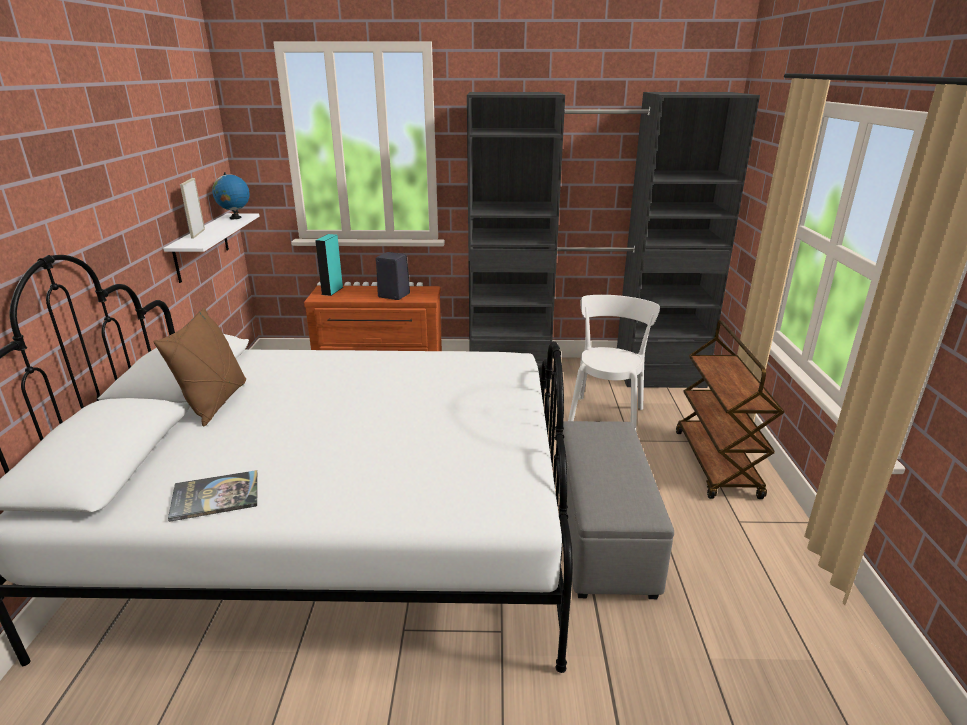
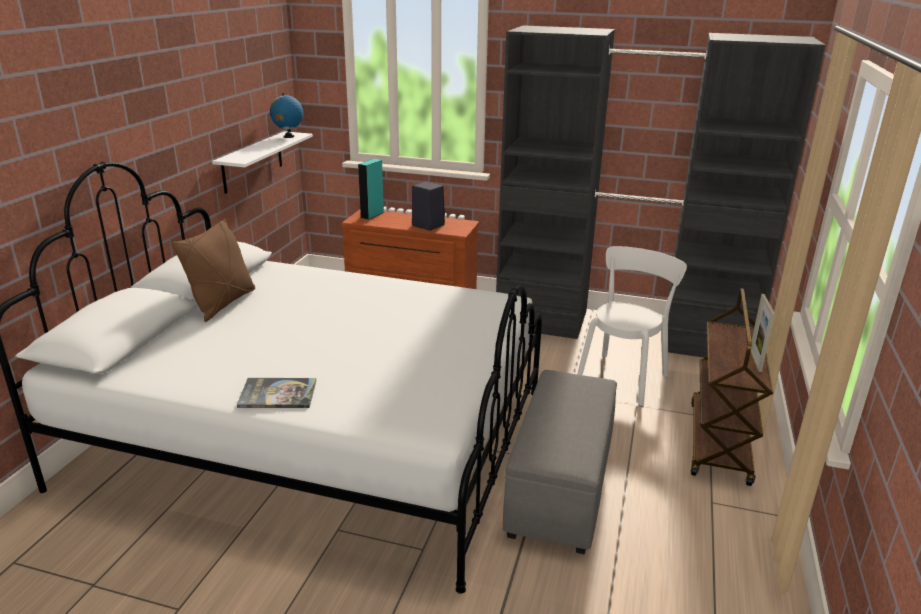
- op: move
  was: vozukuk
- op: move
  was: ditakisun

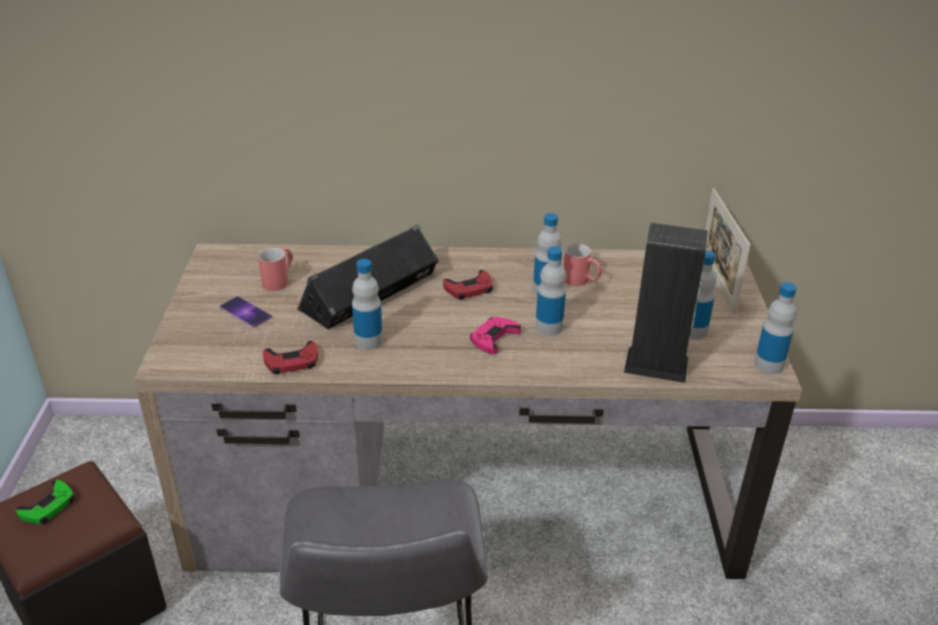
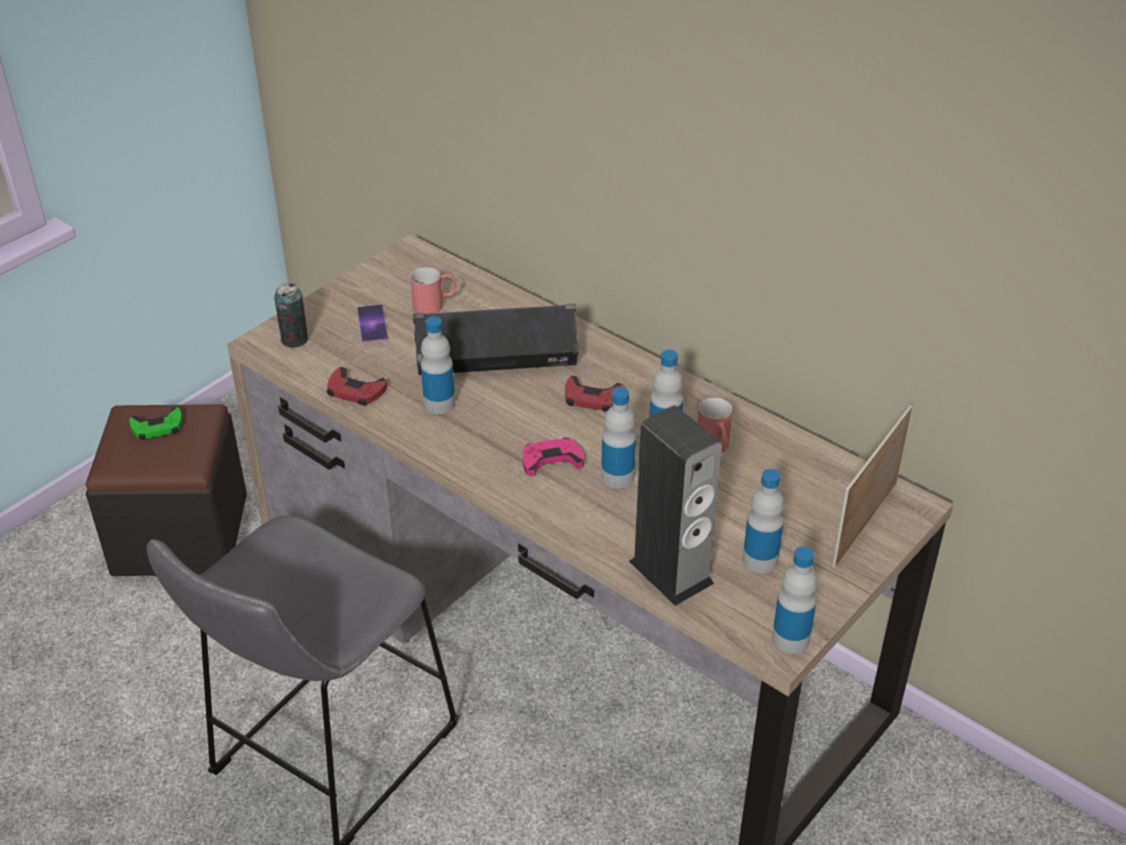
- op: insert
  now: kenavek

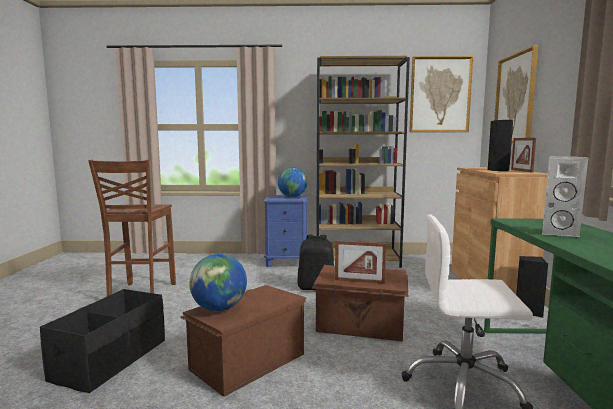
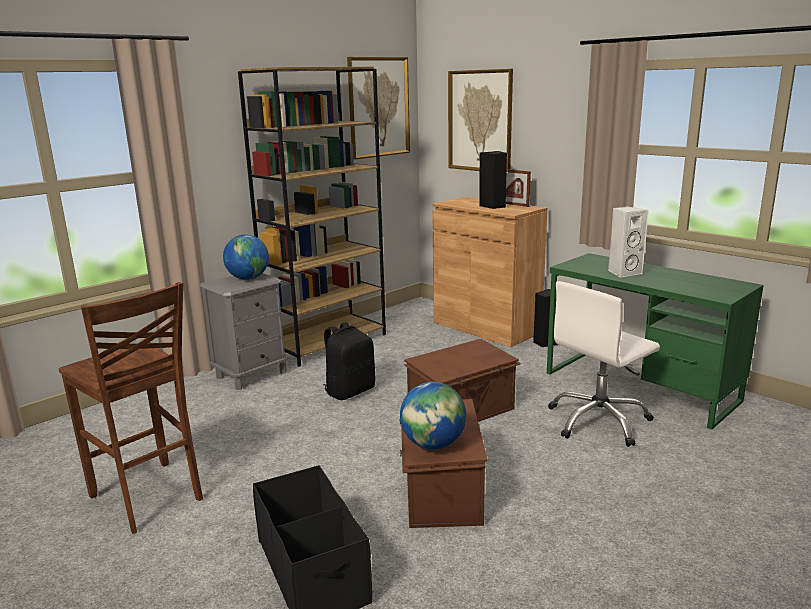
- op: recolor
  was: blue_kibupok
  now: grey_kibupok
- op: delete
  was: ditakisun (1st from left)

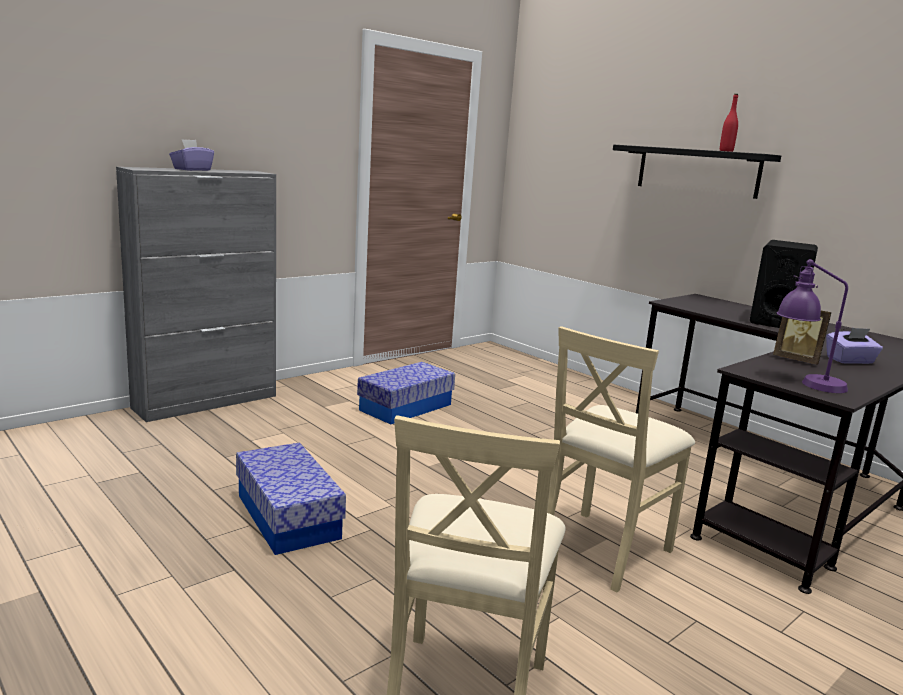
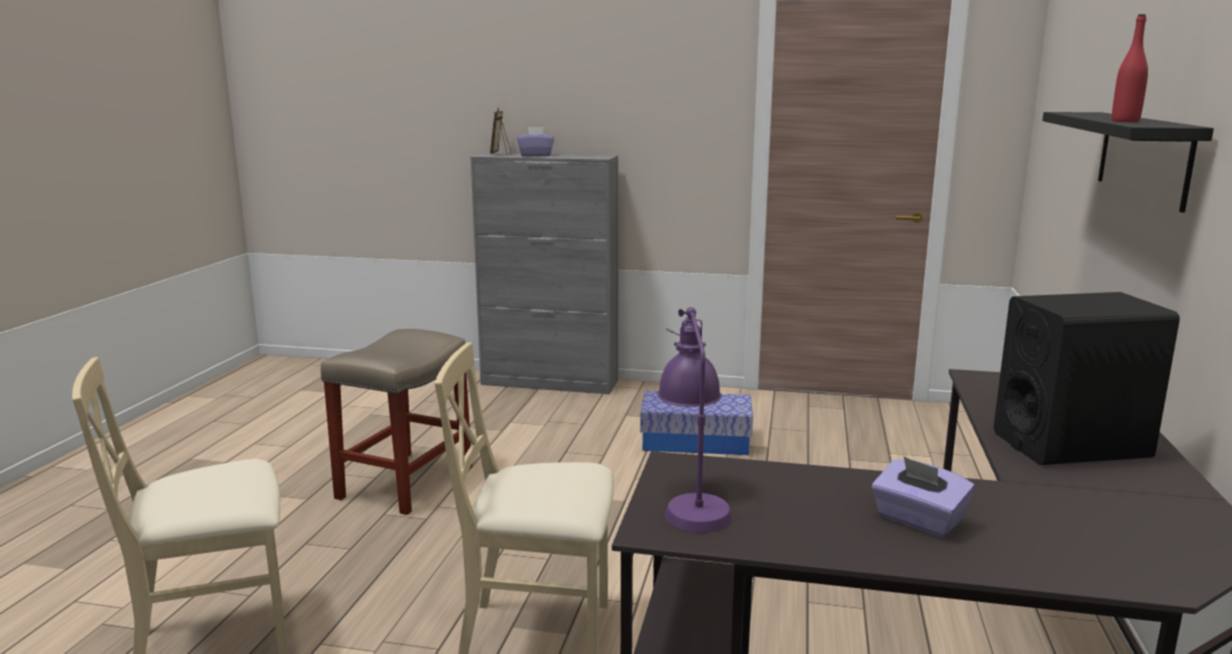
- op: replace
  was: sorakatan (1st from left)
  now: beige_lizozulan
- op: move
  was: ditakisun

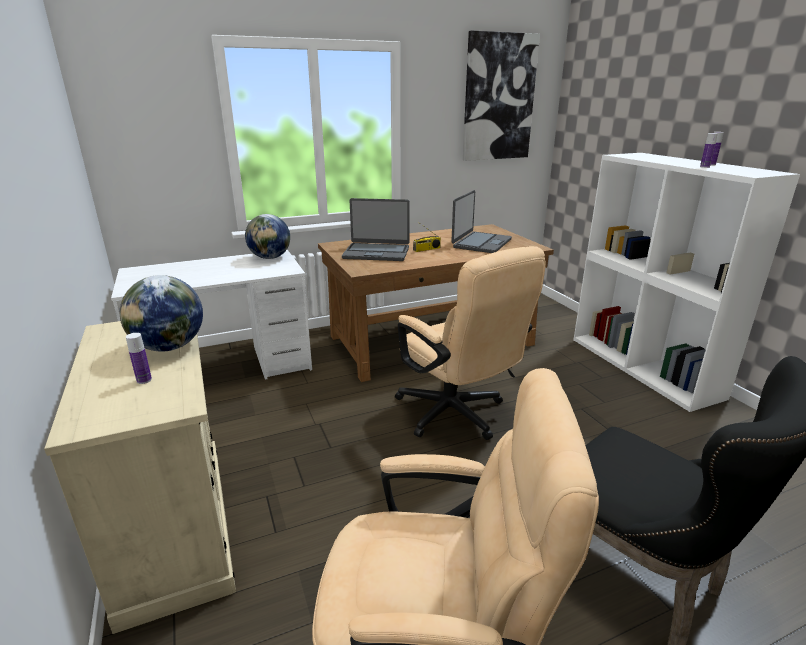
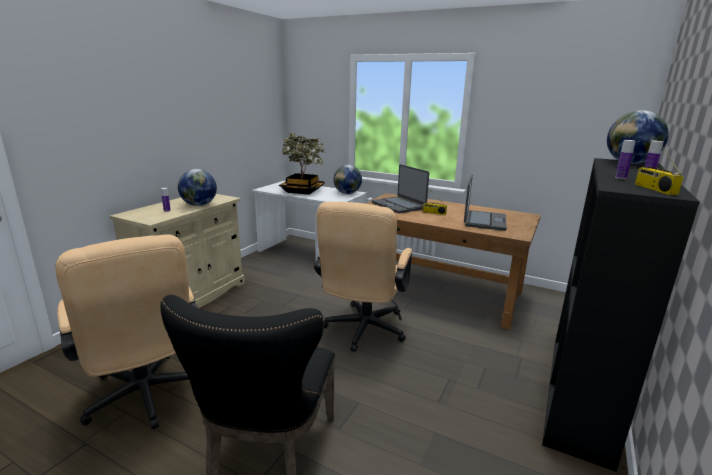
- op: rotate
  was: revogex (2nd from left)
  clockwise: -60
- op: delete
  was: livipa
- op: recolor
  was: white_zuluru
  now: black_zuluru
- op: insert
  now: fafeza
- op: insert
  now: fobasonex (3rd from left)
- op: insert
  now: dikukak (2nd from left)

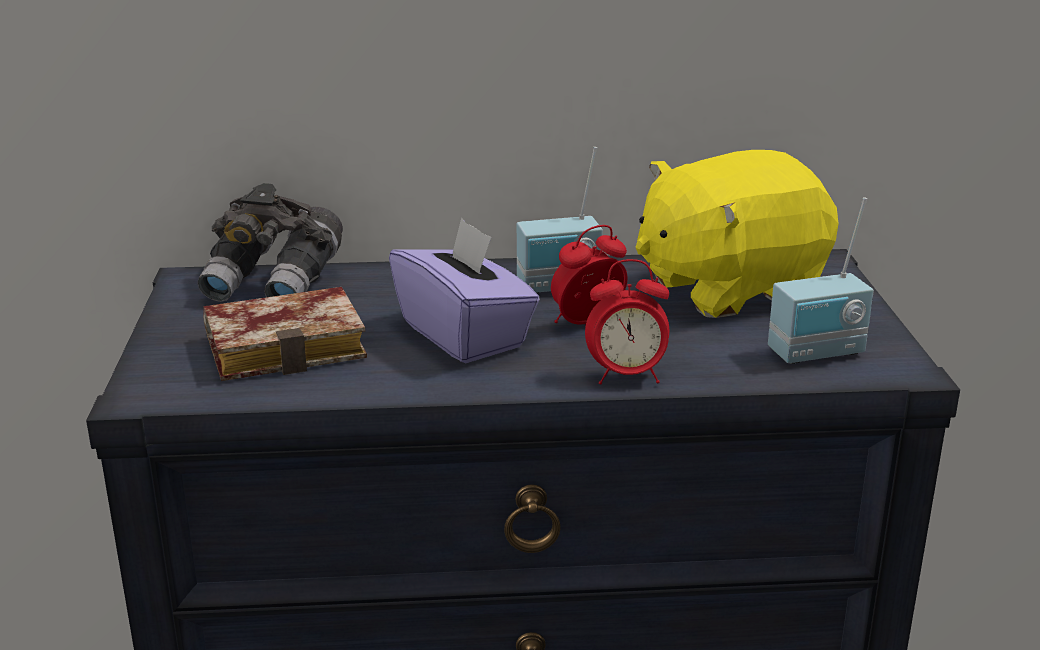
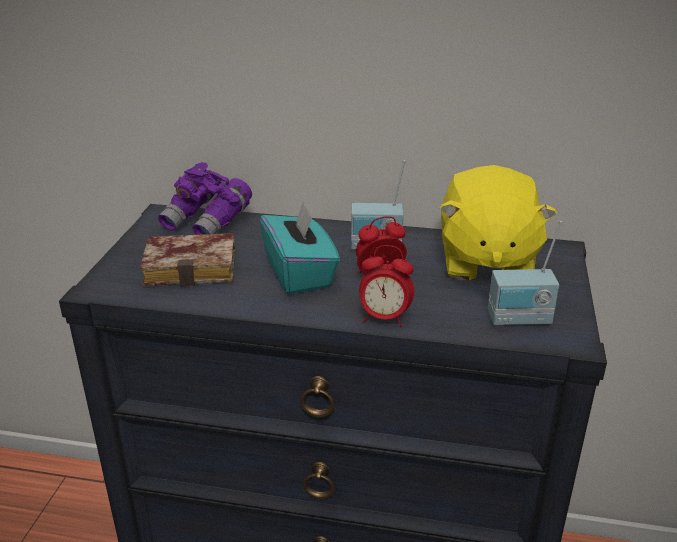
- op: recolor
  was: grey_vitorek
  now: purple_vitorek
- op: recolor
  was: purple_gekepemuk
  now: turquoise_gekepemuk
- op: rotate
  was: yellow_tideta
  clockwise: -75

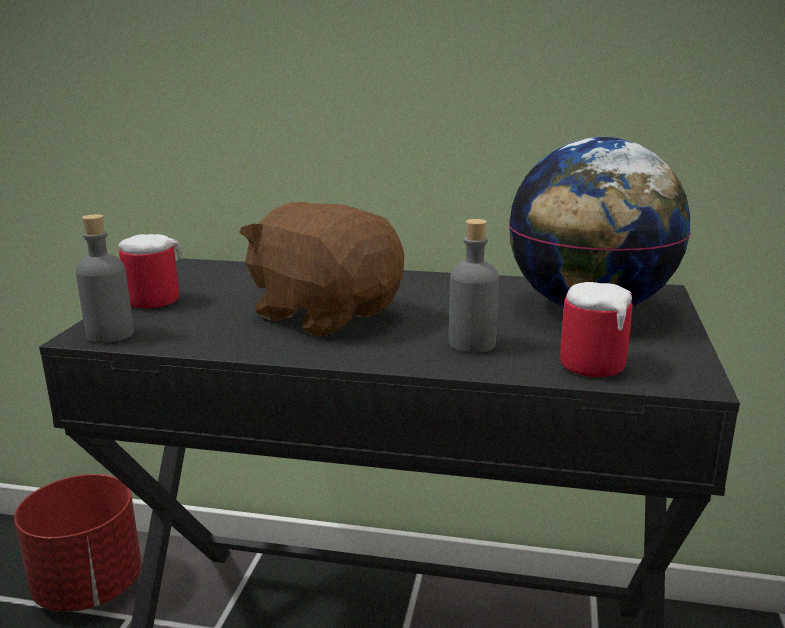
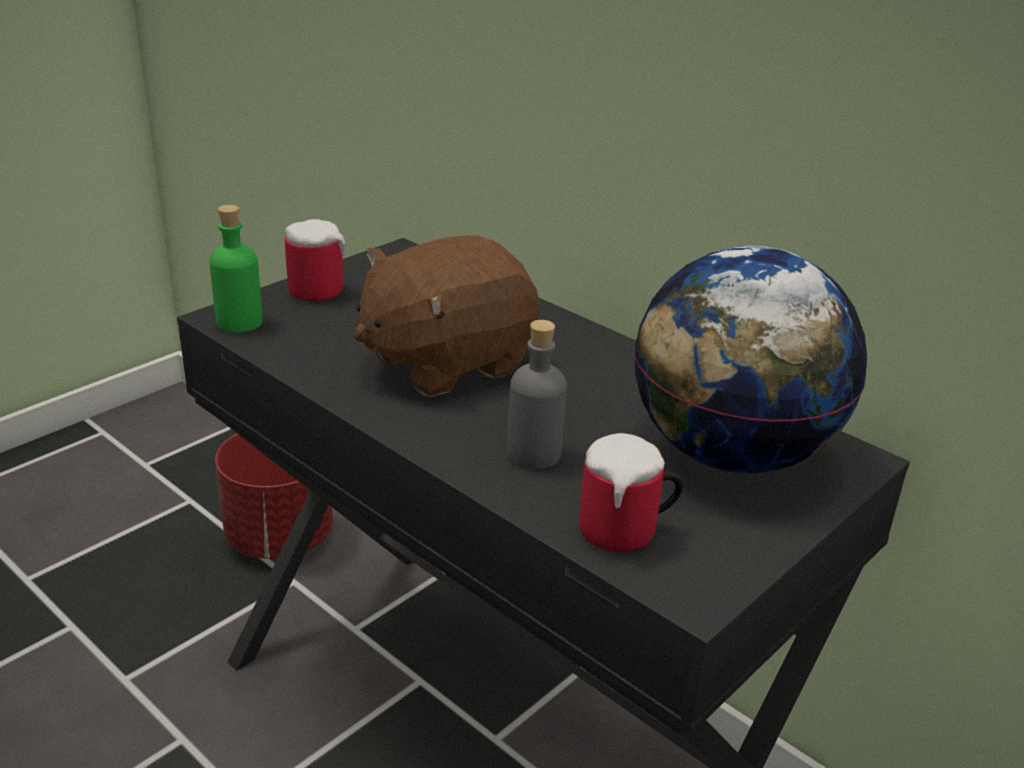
- op: recolor
  was: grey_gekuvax (1st from left)
  now: green_gekuvax
- op: rotate
  was: brown_tideta
  clockwise: -105

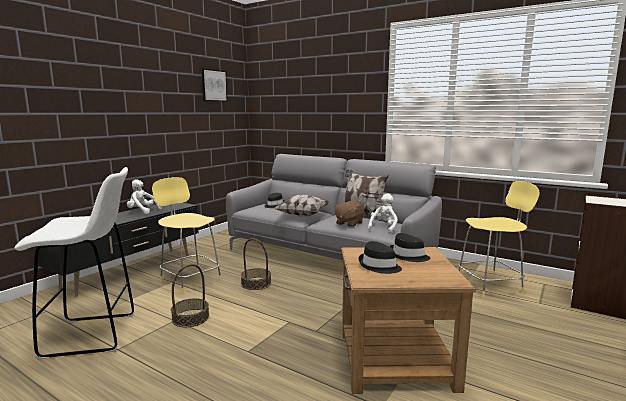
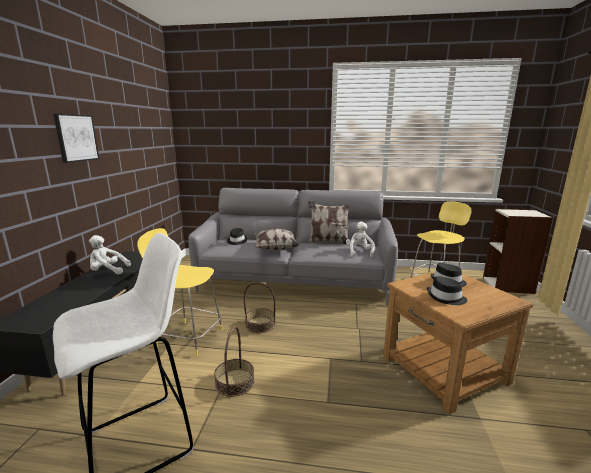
- op: move
  was: livipa
- op: delete
  was: brown_tideta

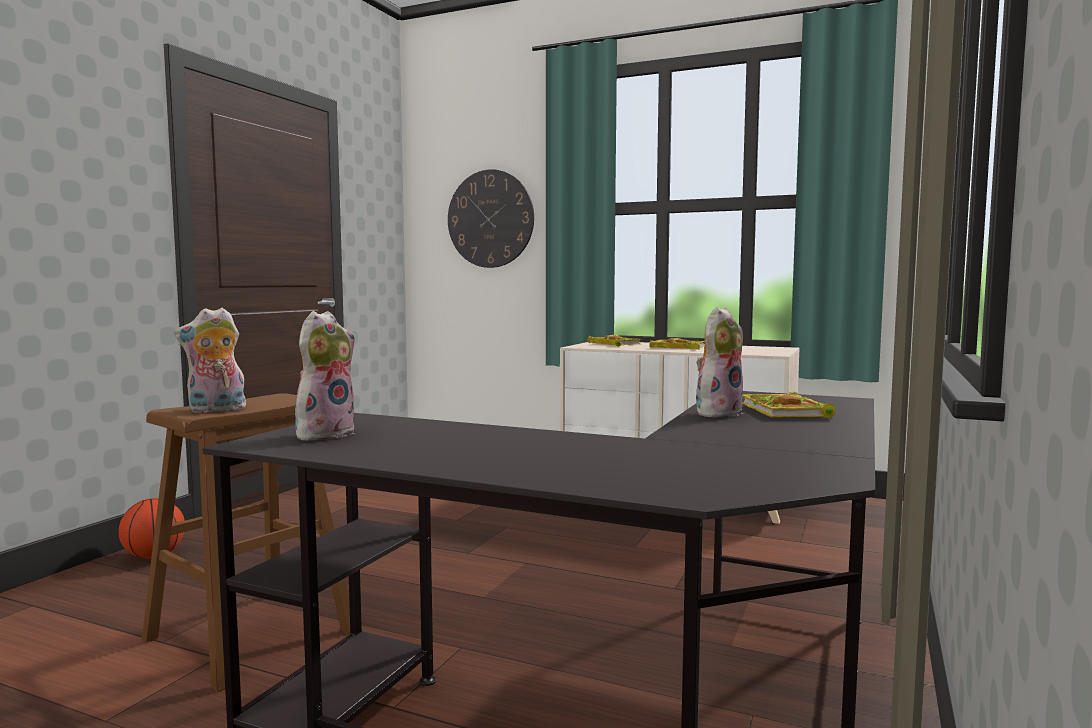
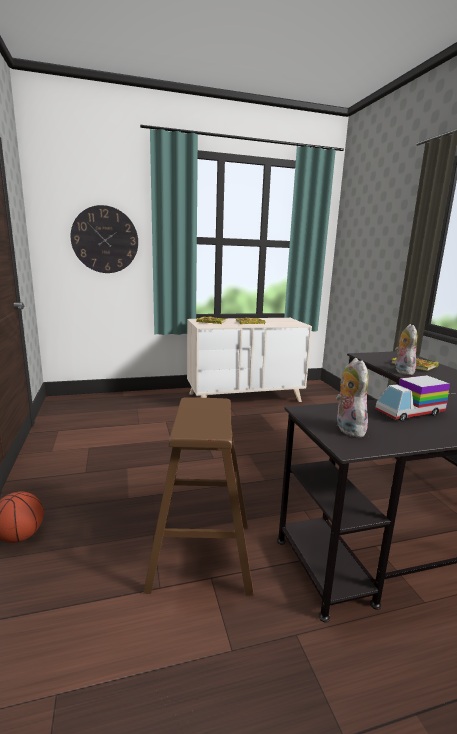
- op: delete
  was: tideta (1st from left)
- op: insert
  now: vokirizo

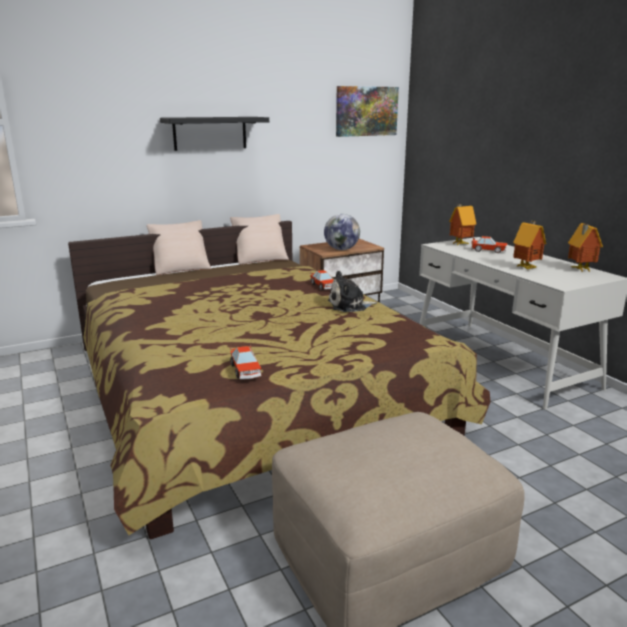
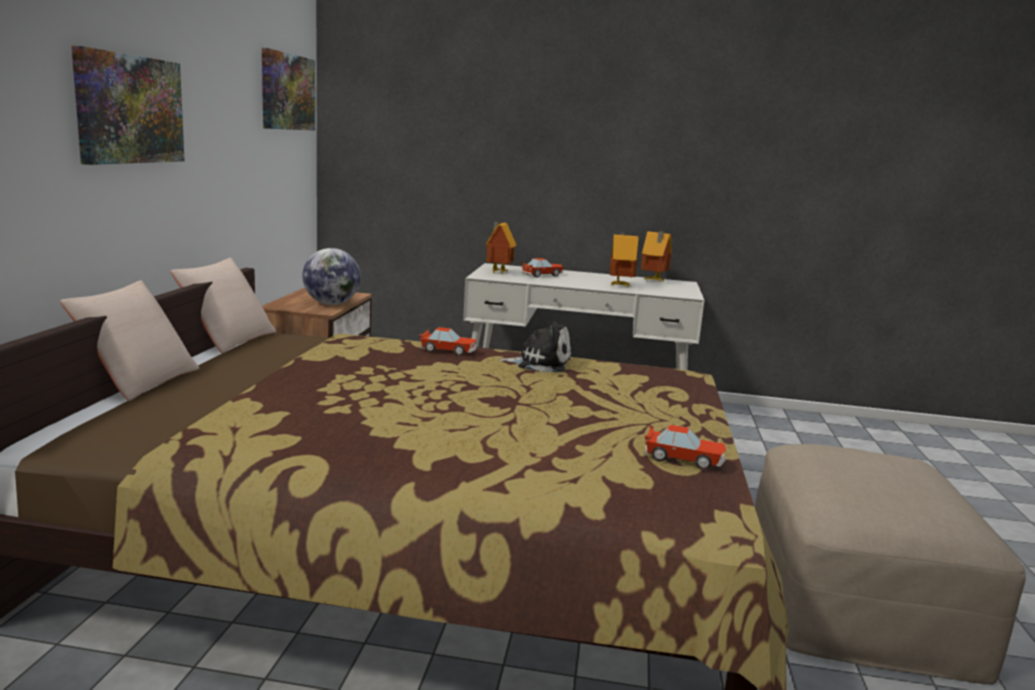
- op: replace
  was: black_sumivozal
  now: livipa (1st from left)
- op: rotate
  was: tideta
  clockwise: -105

